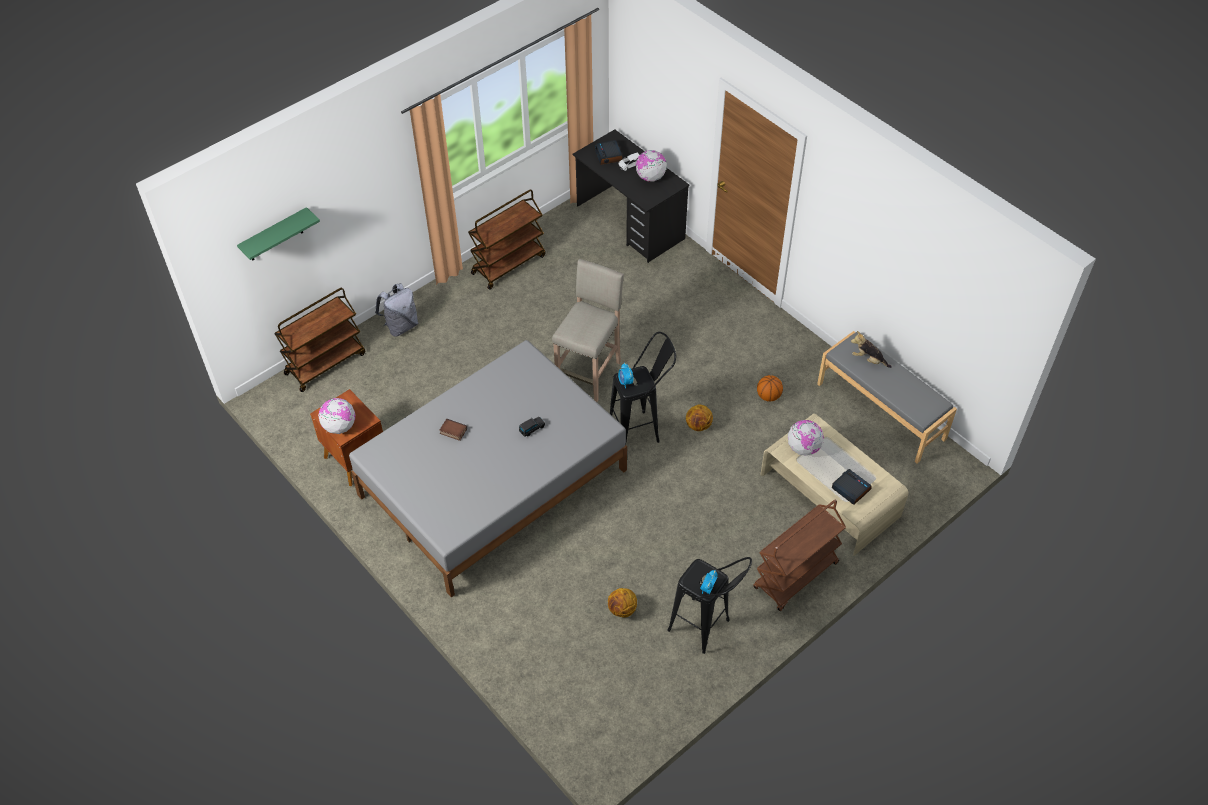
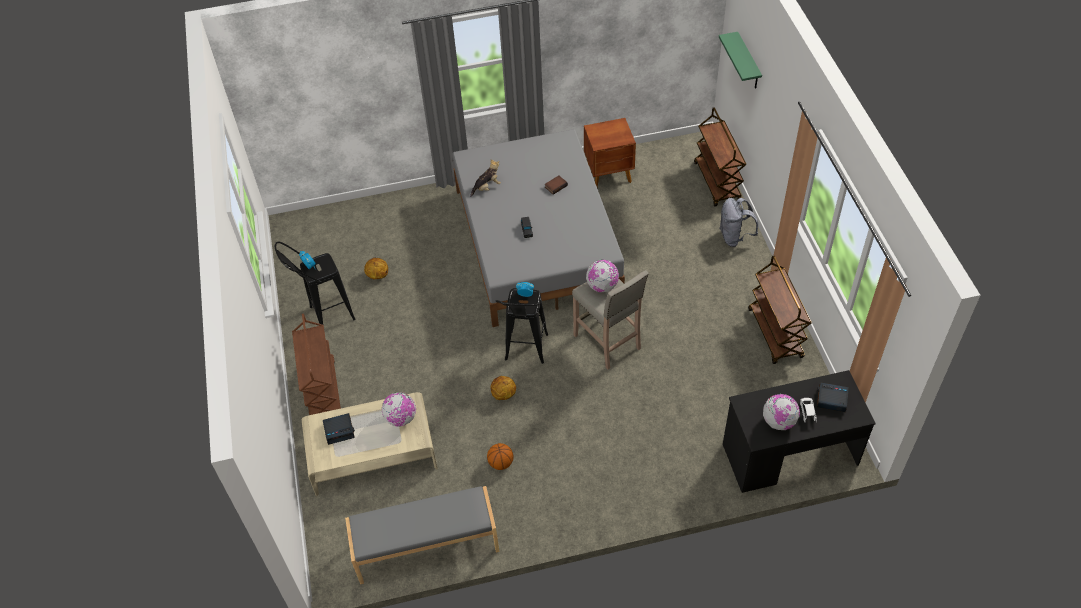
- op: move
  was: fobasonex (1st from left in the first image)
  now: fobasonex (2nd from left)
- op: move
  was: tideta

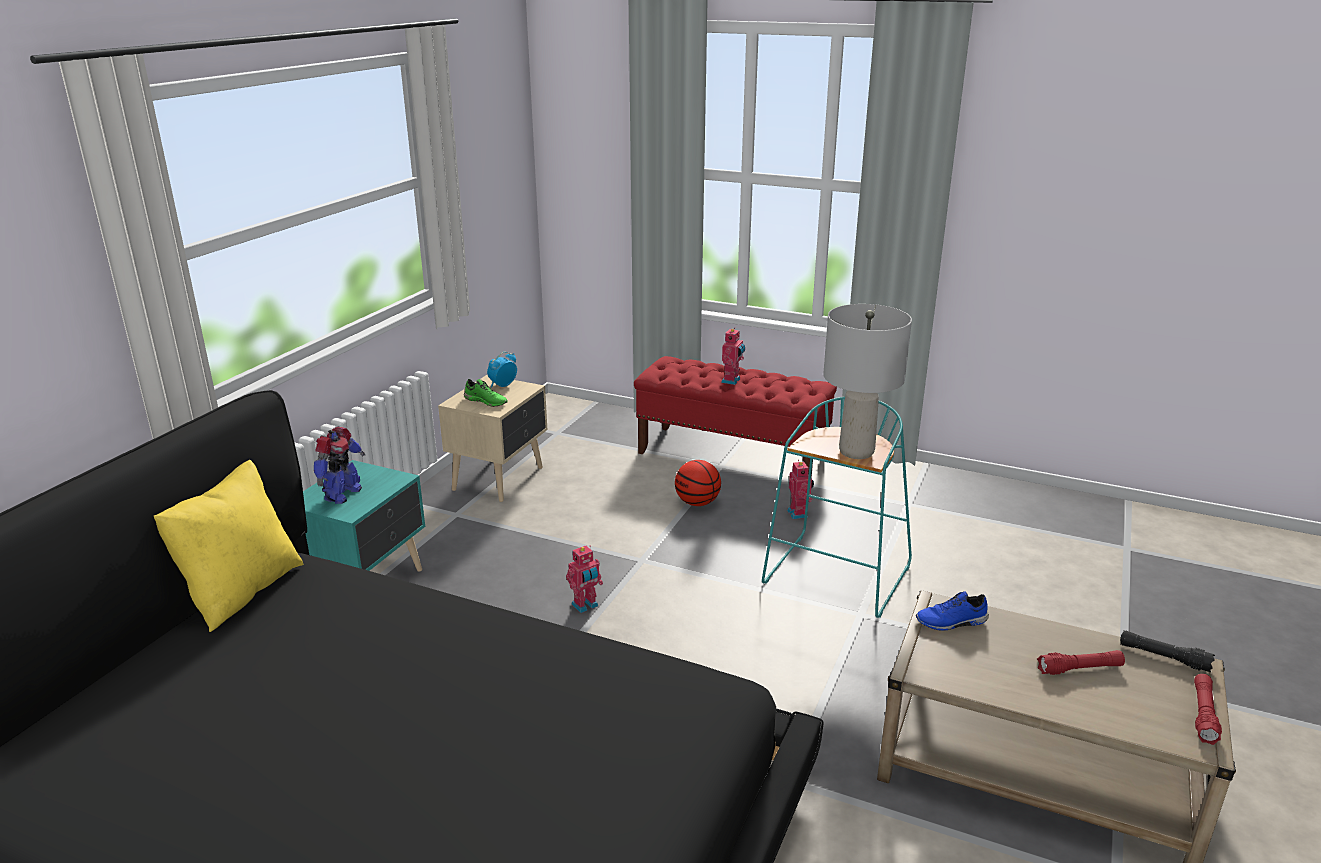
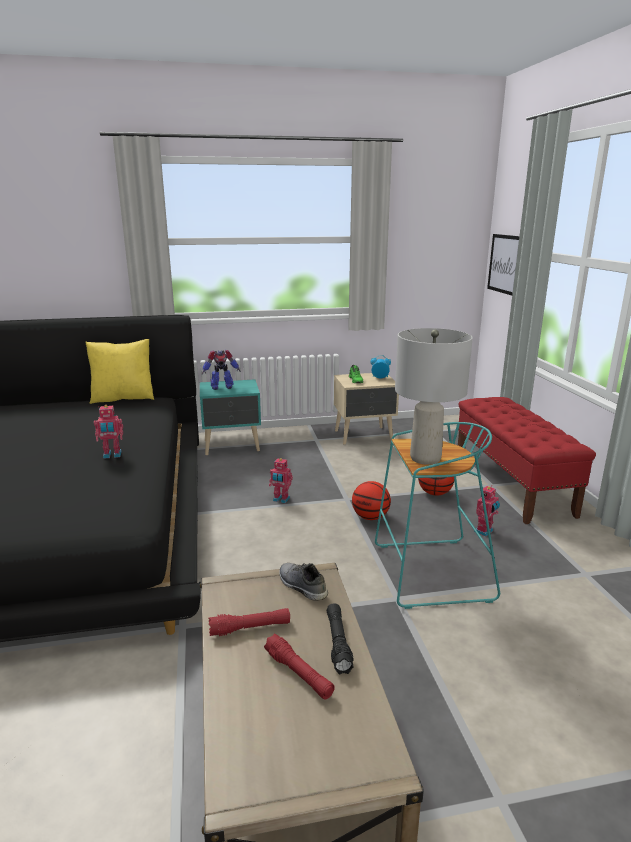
- op: move
  was: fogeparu (3rd from left in the first image)
  now: fogeparu (1st from left)
- op: recolor
  was: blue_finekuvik
  now: grey_finekuvik
- op: move
  was: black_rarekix
- op: move
  was: red_rarekix (2nd from left in the first image)
  now: red_rarekix (1st from left)
- op: insert
  now: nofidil (1st from left)
- op: insert
  now: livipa

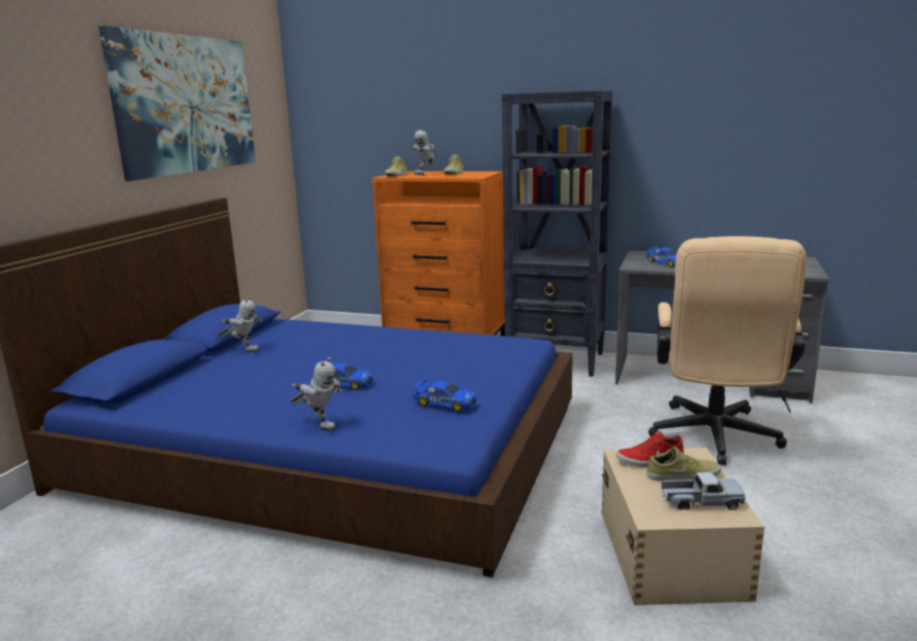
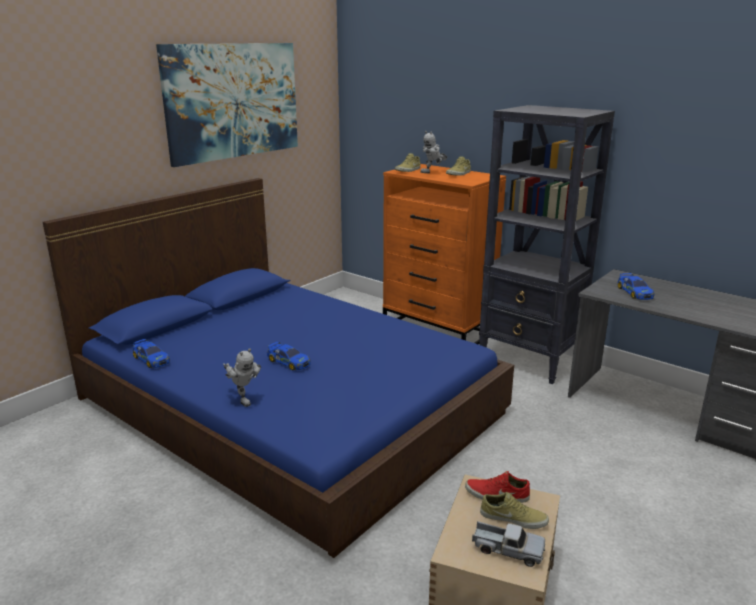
- op: delete
  was: fogeparu (1st from left)
- op: move
  was: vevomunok (2nd from left in the first image)
  now: vevomunok (1st from left)
- op: delete
  was: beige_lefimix

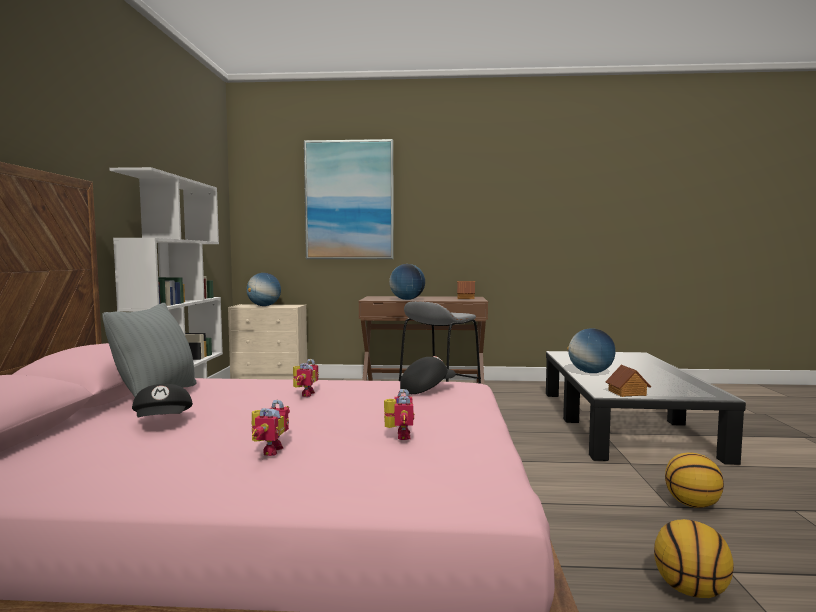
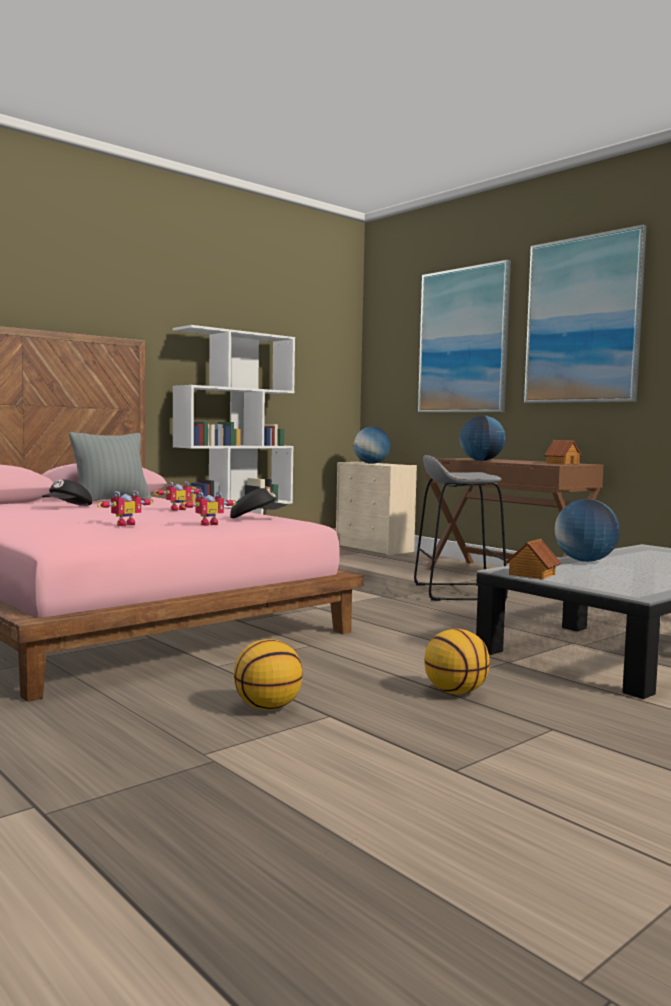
- op: move
  was: fogeparu (1st from left in the first image)
  now: fogeparu (3rd from left)
- op: insert
  now: livipa (2nd from left)

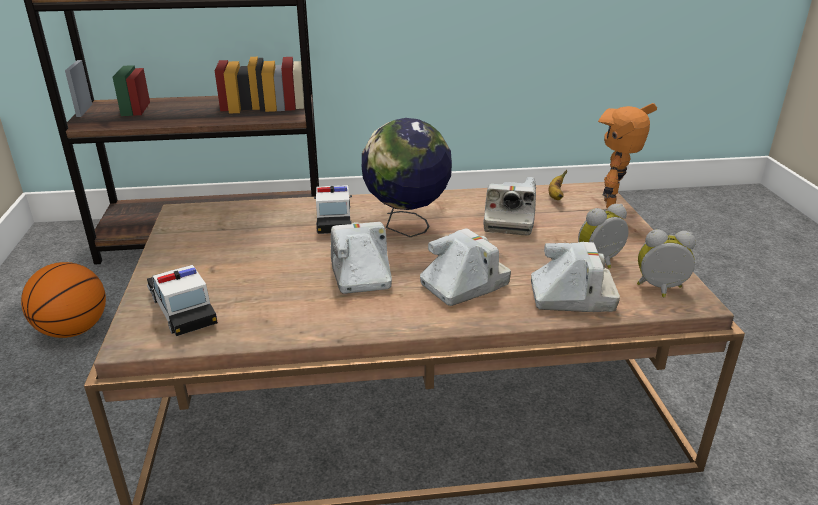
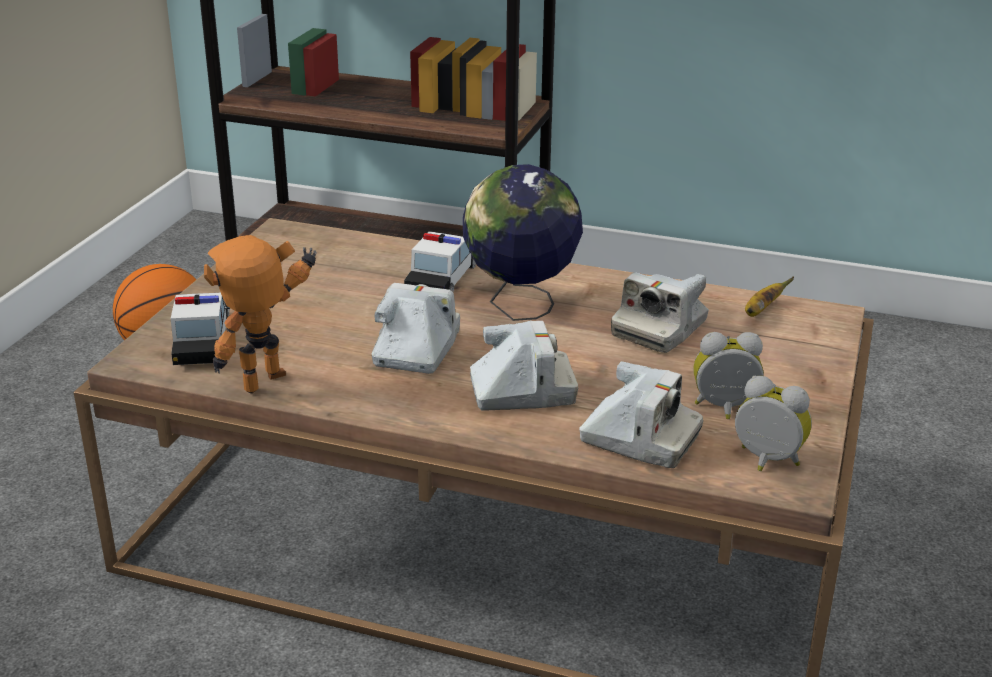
- op: move
  was: fogeparu

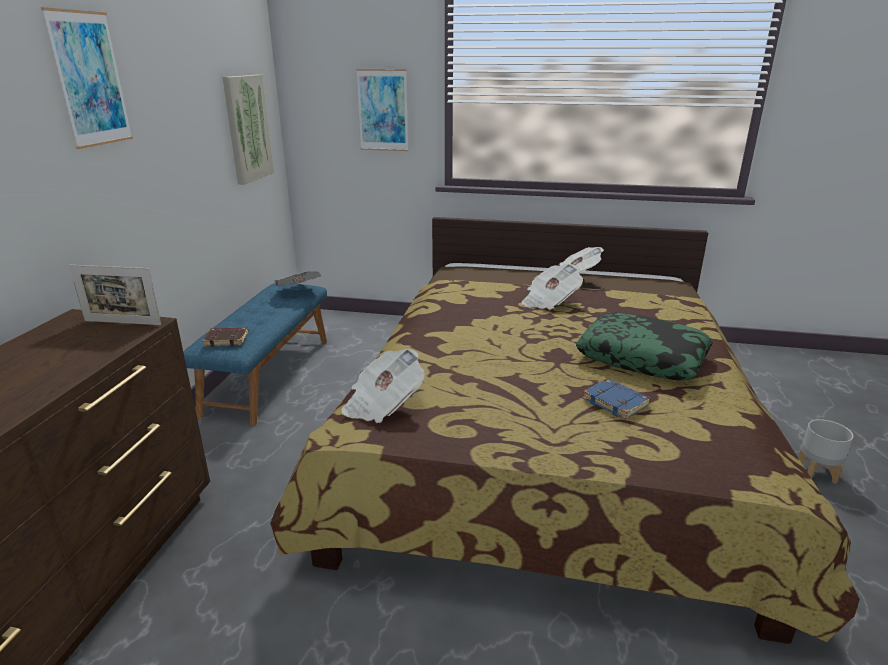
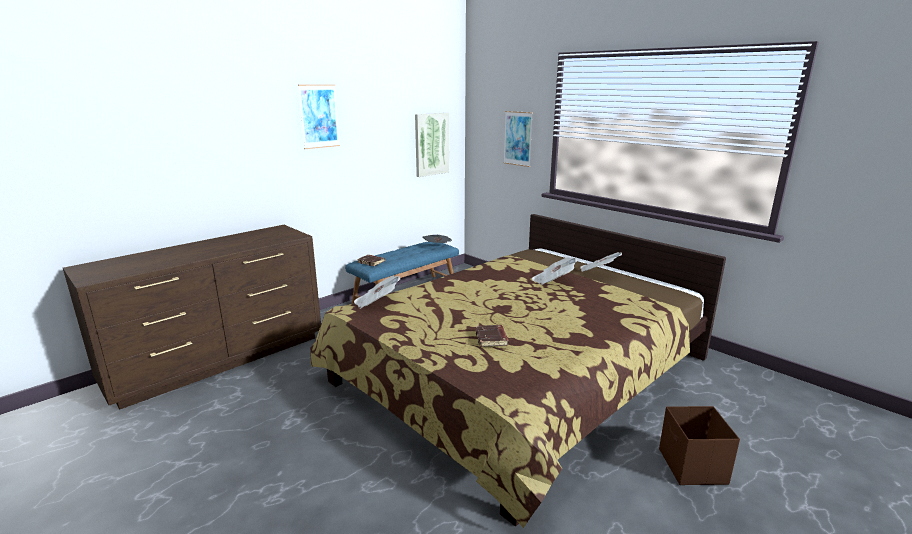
- op: delete
  was: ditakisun
- op: delete
  was: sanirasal
- op: recolor
  was: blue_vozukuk
  now: brown_vozukuk (2nd from left)
- op: replace
  was: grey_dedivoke
  now: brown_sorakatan

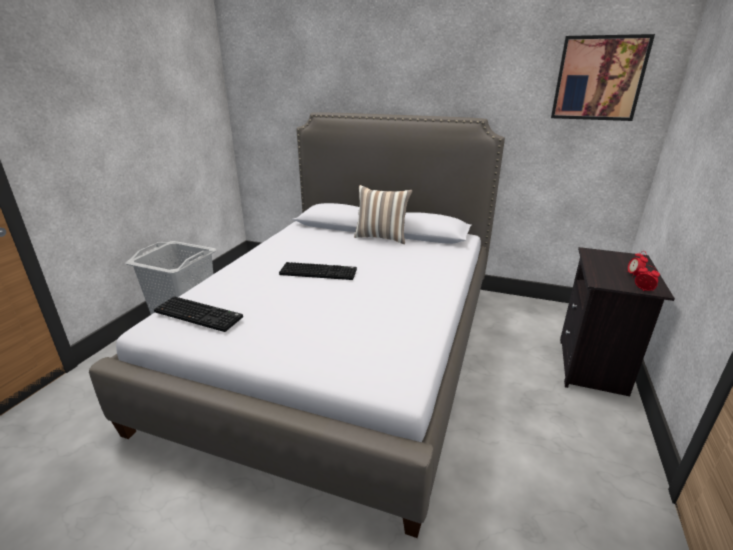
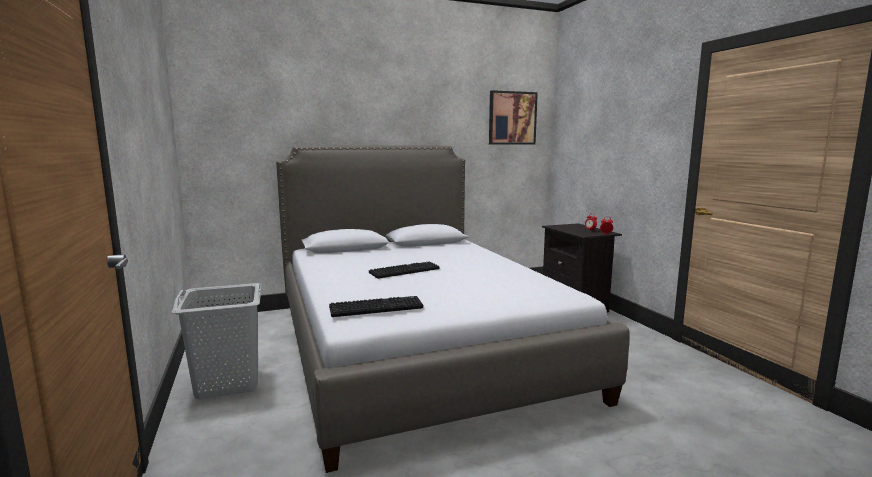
- op: delete
  was: sanirasal

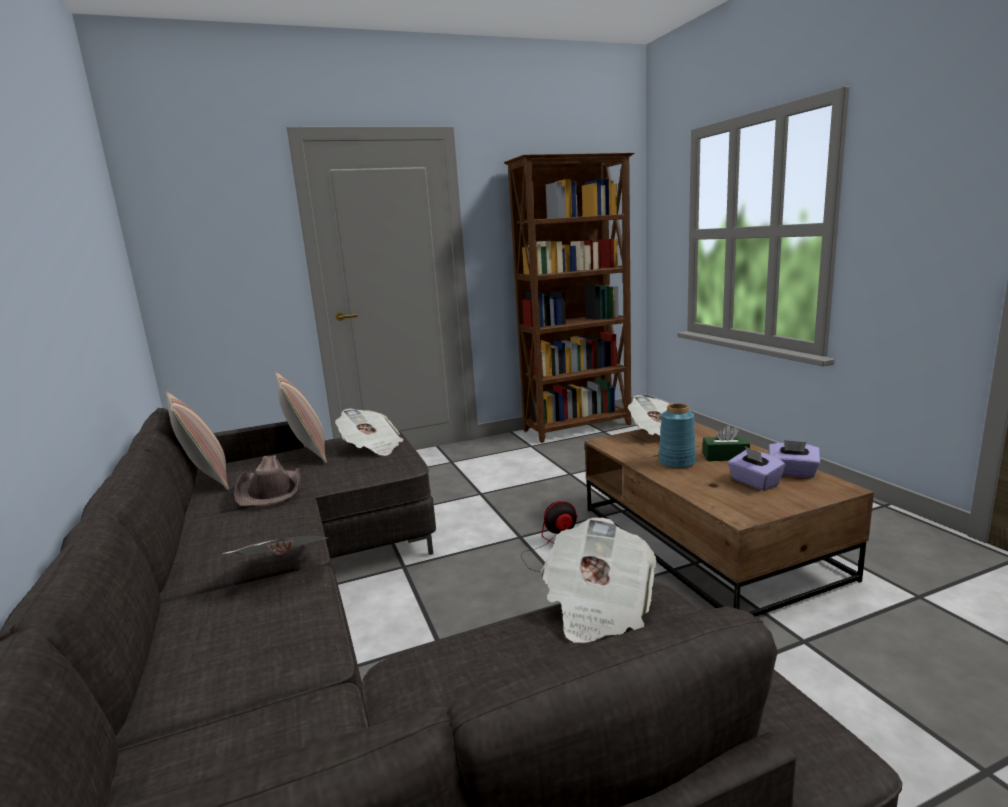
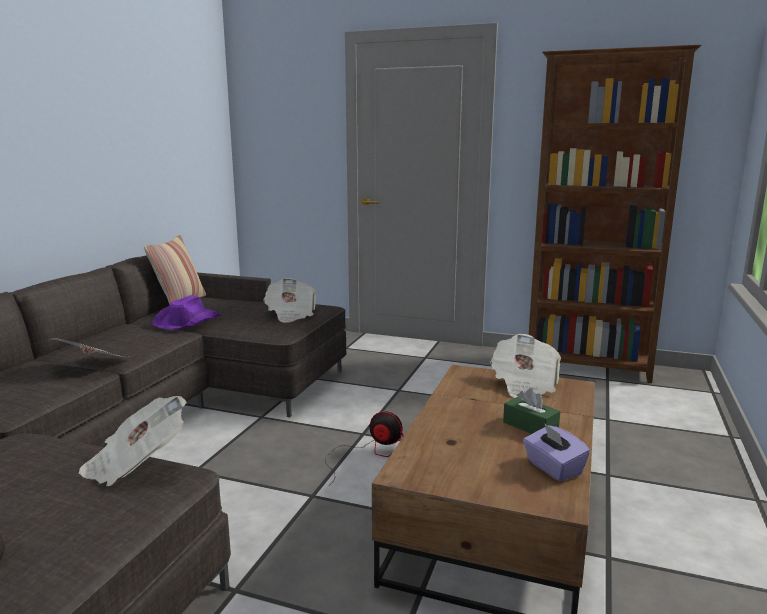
- op: recolor
  was: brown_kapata
  now: purple_kapata
- op: delete
  was: sanirasal (2nd from left)
- op: delete
  was: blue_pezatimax
- op: delete
  was: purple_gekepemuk (1st from left)

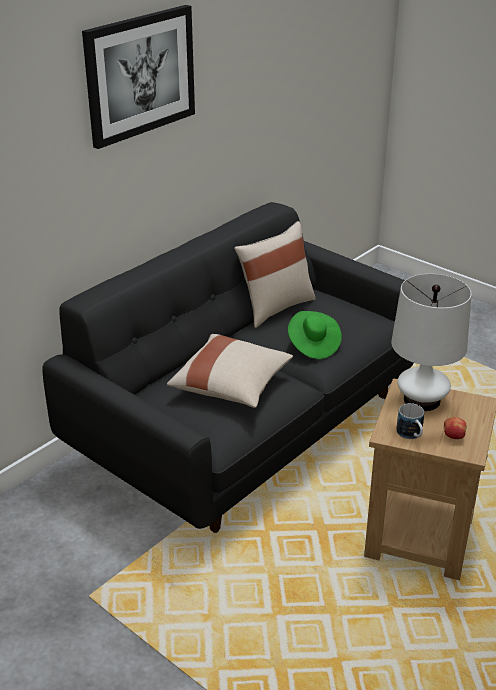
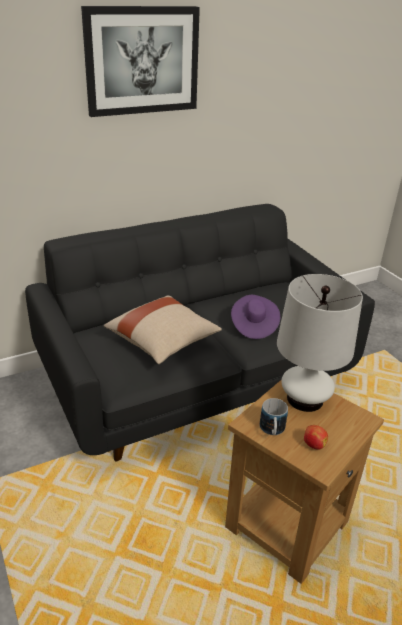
- op: delete
  was: beige_sanirasal (2nd from left)
- op: recolor
  was: green_kapata
  now: purple_kapata

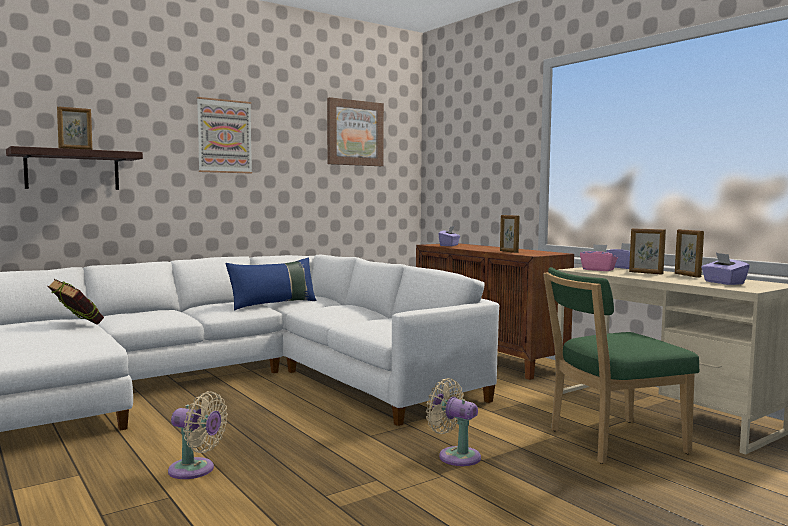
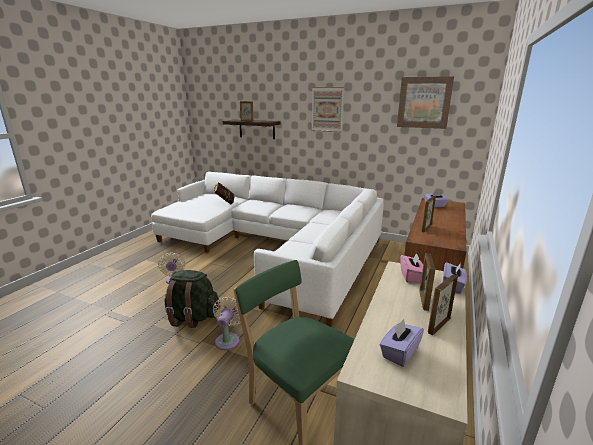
- op: delete
  was: blue_sanirasal
- op: insert
  now: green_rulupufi

